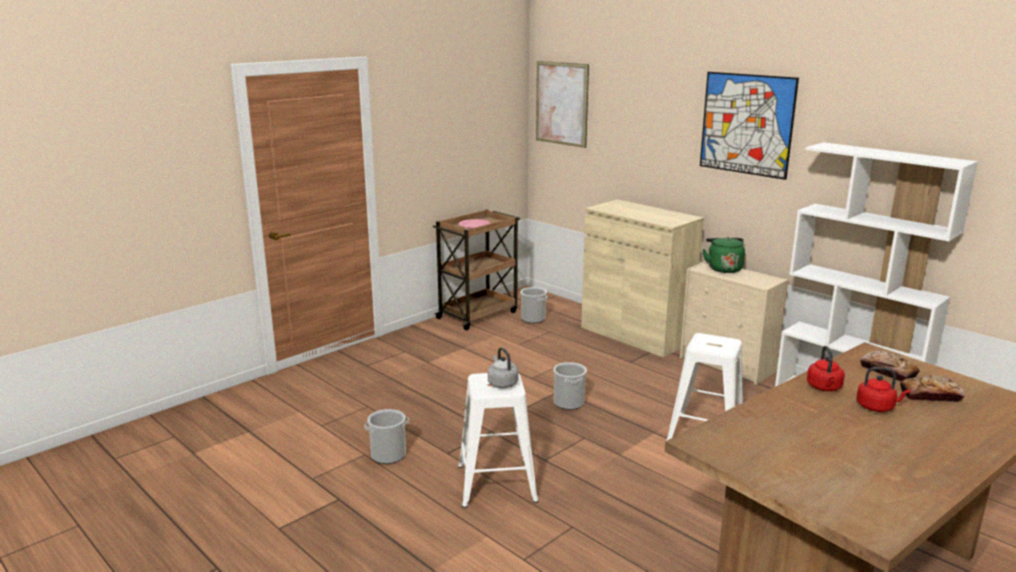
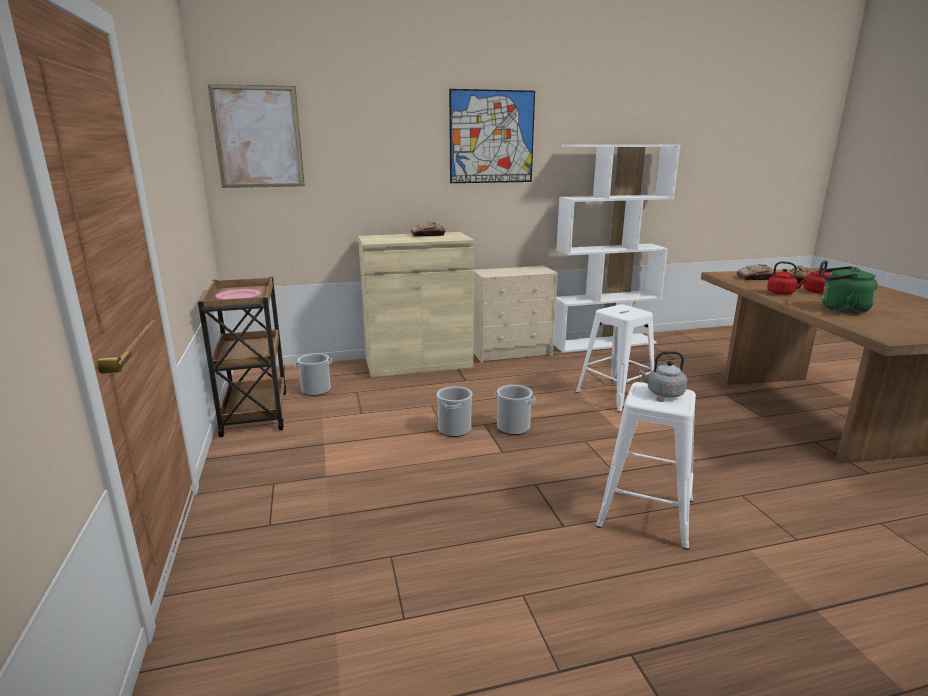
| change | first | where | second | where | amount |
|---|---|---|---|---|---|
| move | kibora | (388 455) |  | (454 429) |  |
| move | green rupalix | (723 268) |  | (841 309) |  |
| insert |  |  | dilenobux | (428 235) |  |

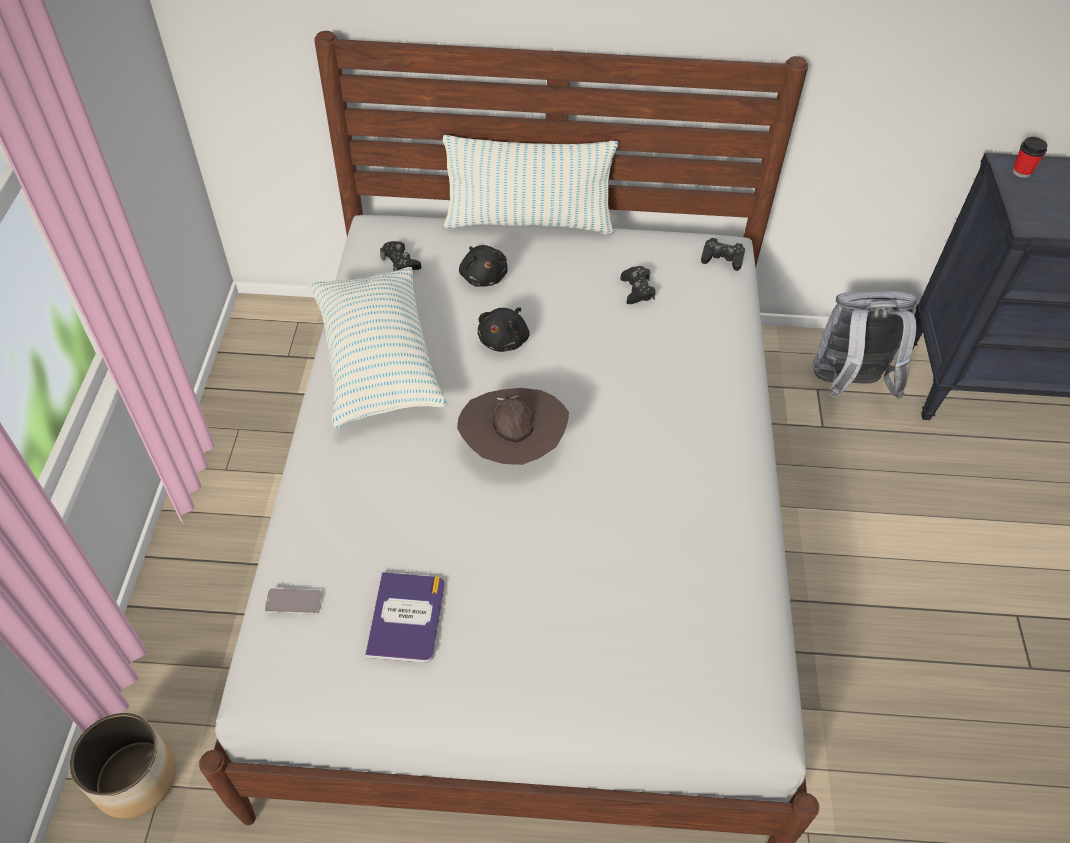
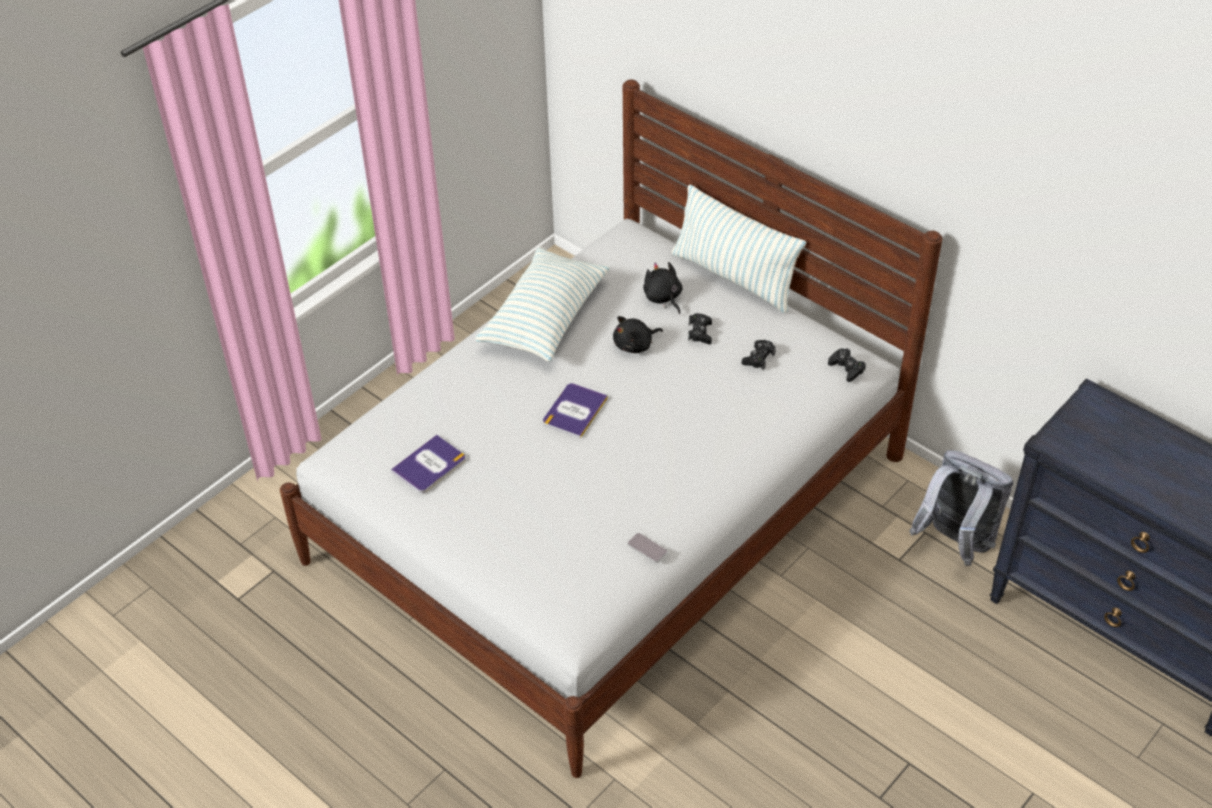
| change | first | where | second | where | amount |
|---|---|---|---|---|---|
| delete | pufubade | (135 777) |  |  |  |
| move | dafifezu | (294 602) |  | (647 548) |  |
| move | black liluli | (400 262) |  | (700 332) |  |
| replace | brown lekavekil | (512 448) | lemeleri | (574 411) |  |
| rotate | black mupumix | (483 276) |  | (663 298) | 135 degrees clockwise |
| delete | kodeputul | (1021 172) |  |  |  |

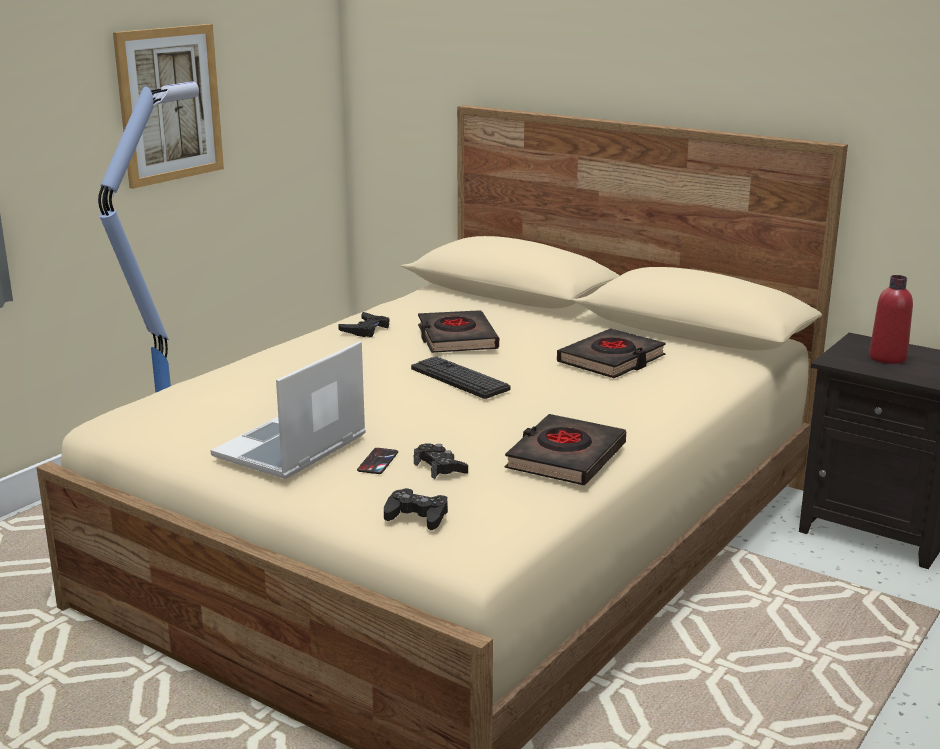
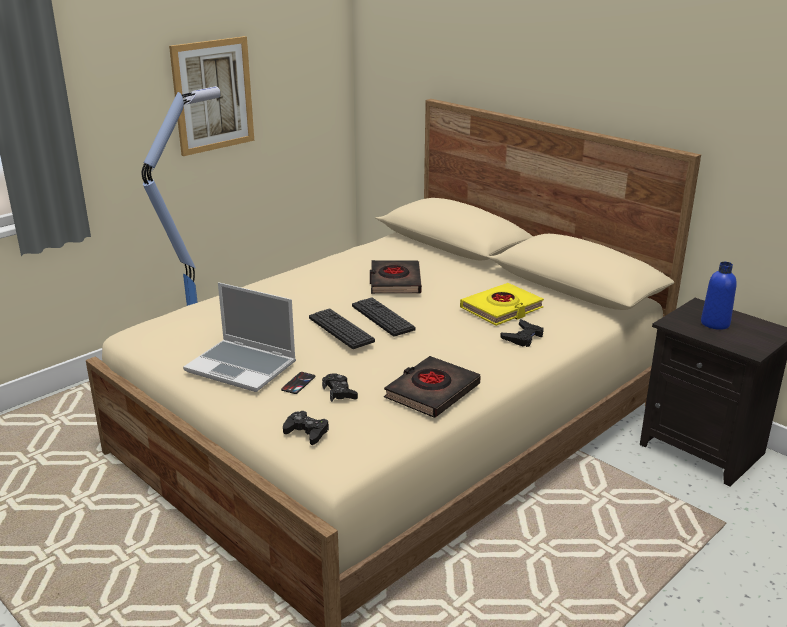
| change | first | where | second | where | amount |
|---|---|---|---|---|---|
| rotate | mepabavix | (291 448) |  | (243 367) | 105 degrees counterclockwise |
| move | black liluli | (366 330) |  | (523 337) |  |
| recolor | black lemeleri | (611 360) | yellow lemeleri | (501 309) |  |
| recolor | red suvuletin | (887 358) | blue suvuletin | (715 323) |  |
| insert |  |  | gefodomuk | (341 329) |  |

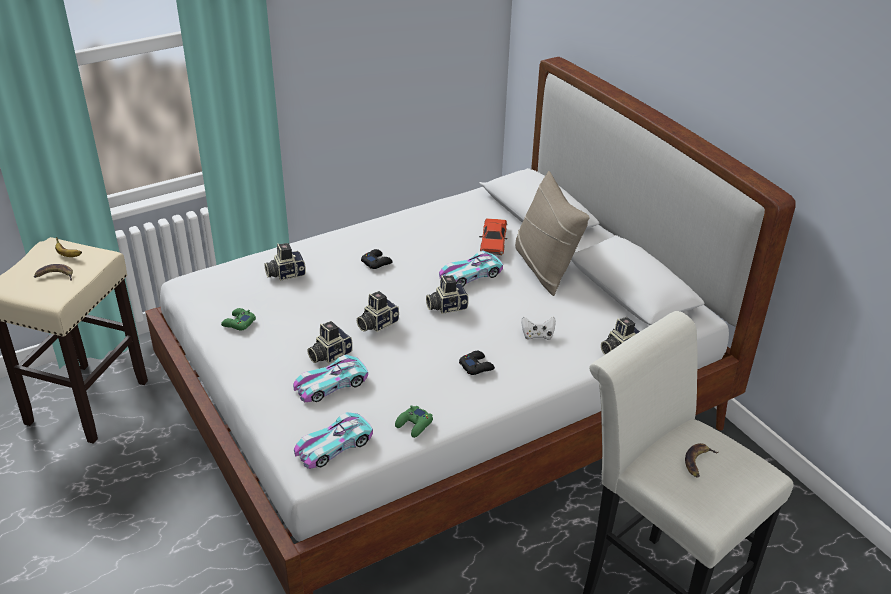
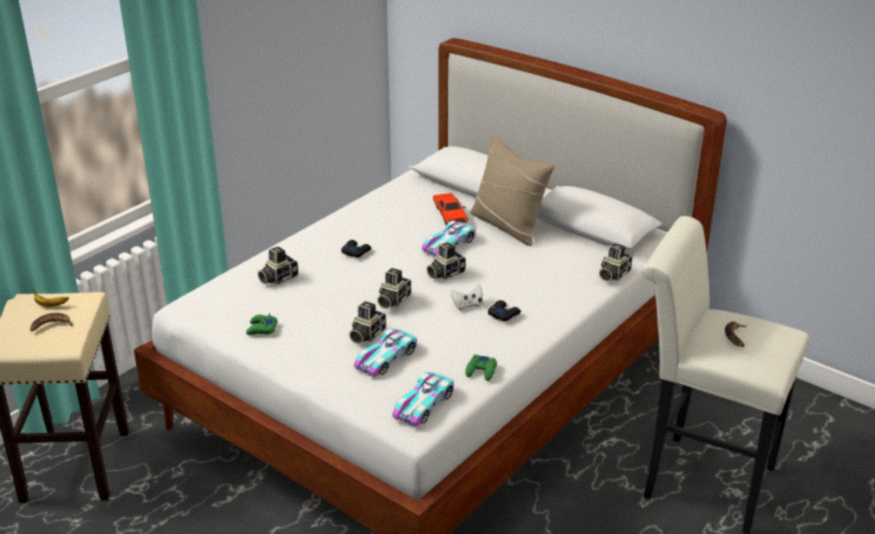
| change | first | where | second | where | amount |
|---|---|---|---|---|---|
| move | white liluli | (537 335) |  | (467 305) |  |

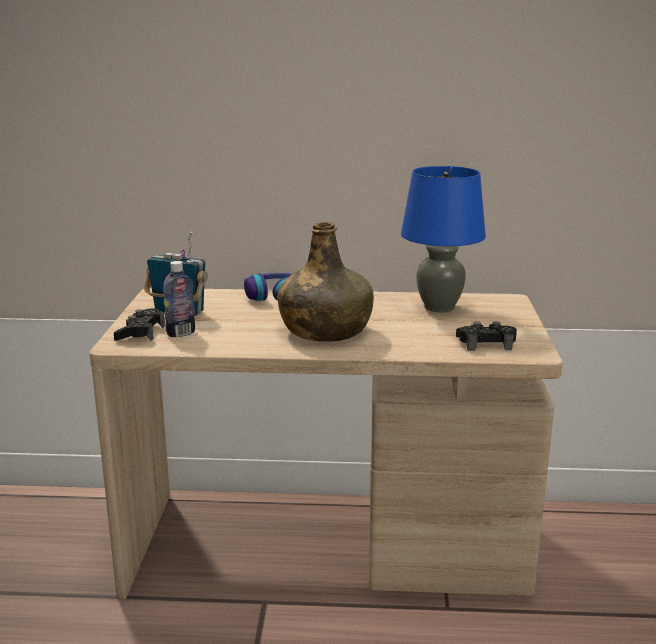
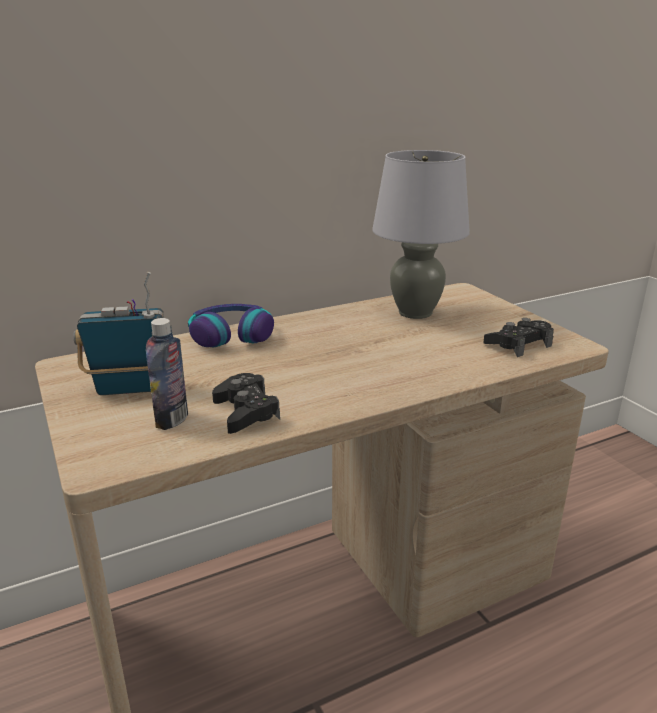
| change | first | where | second | where | amount |
|---|---|---|---|---|---|
| move | black liluli | (140 333) |  | (246 412) |  |
| delete | green suvuletin | (325 331) |  |  |  |
| recolor | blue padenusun | (438 307) | grey padenusun | (415 313) |  |

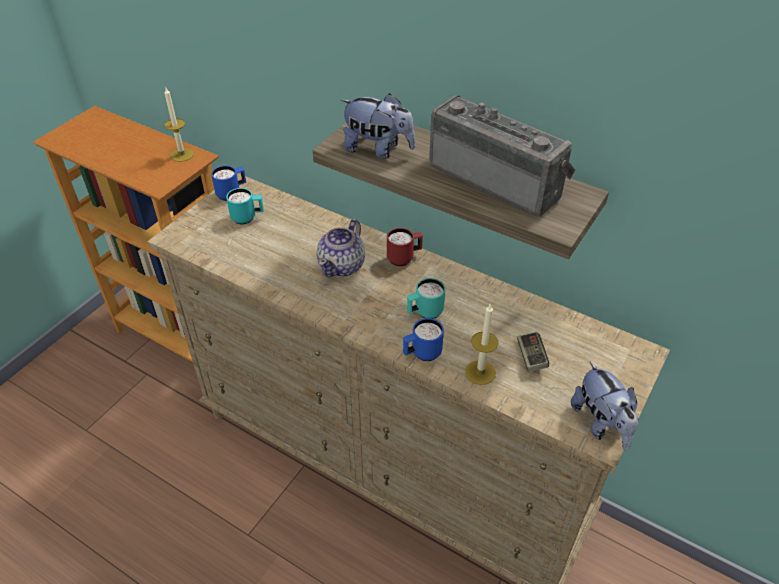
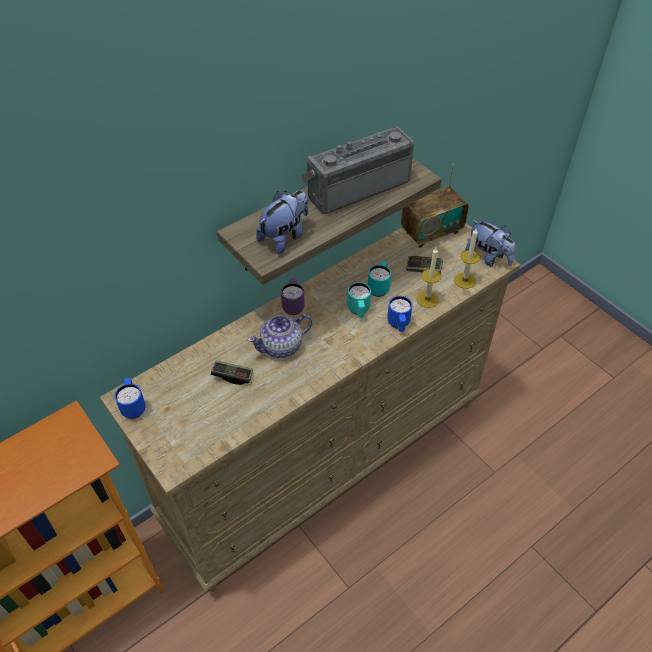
| change | first | where | second | where | amount |
|---|---|---|---|---|---|
| move | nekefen | (182 155) |  | (465 280) |  |
| move | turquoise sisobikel | (247 218) |  | (379 287) |  |
| rotate | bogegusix | (342 265) |  | (282 346) | 105 degrees clockwise |
| recolor | red sisobikel | (404 258) | purple sisobikel | (293 305) |  |
| rotate | mupumix | (601 423) |  | (488 257) | 45 degrees clockwise |
| insert |  |  | liluli | (232 376) |  |
| insert |  |  | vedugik | (431 232) |  |

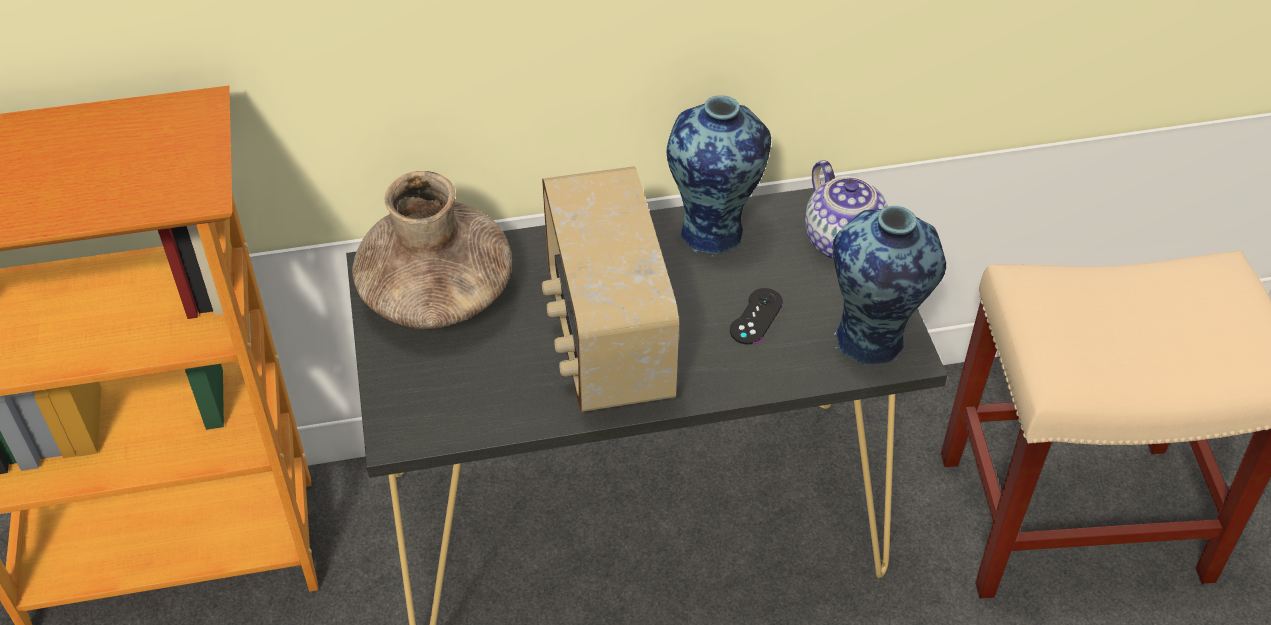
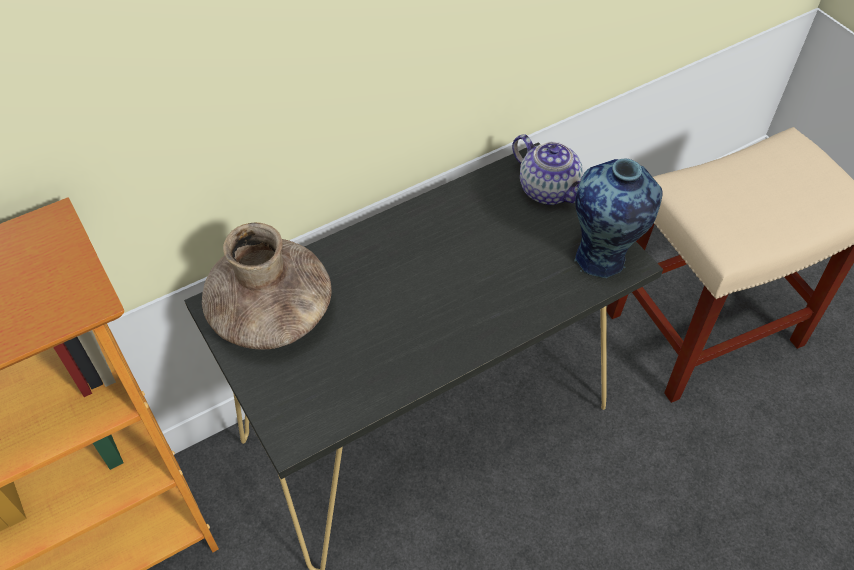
| change | first | where | second | where | amount |
|---|---|---|---|---|---|
| delete | vedugik | (606 340) |  |  |  |
| delete | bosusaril | (714 230) |  |  |  |
| delete | black liluli | (756 316) |  |  |  |

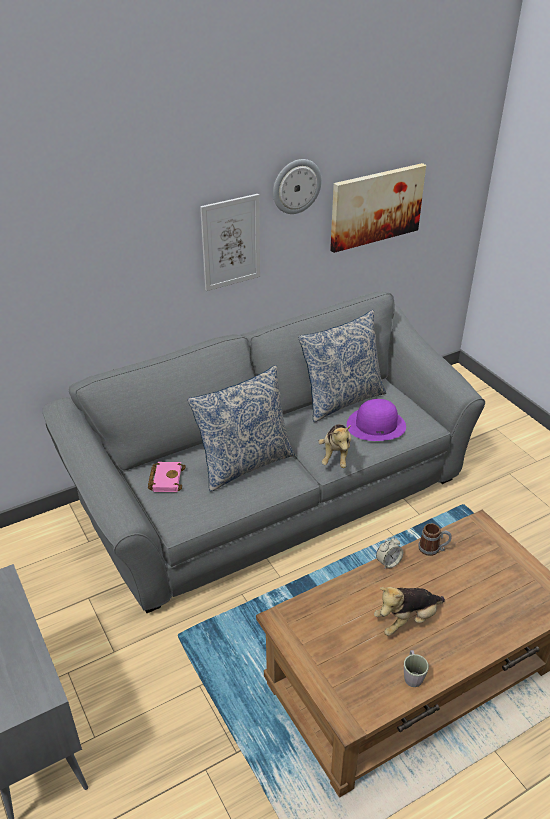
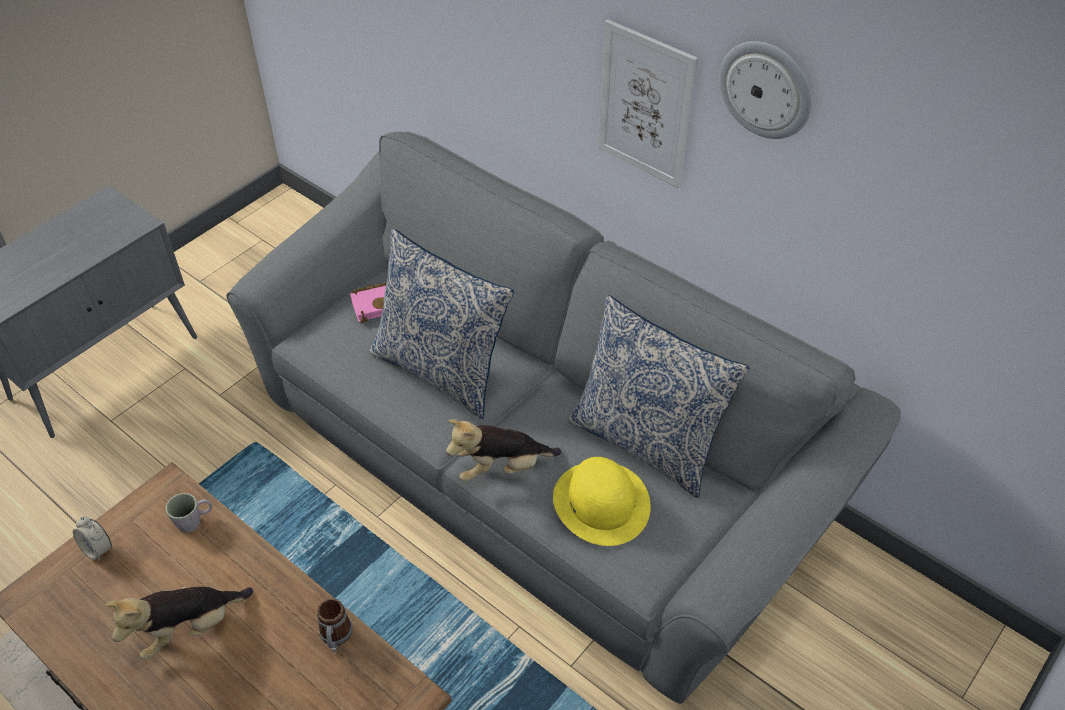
| change | first | where | second | where | amount |
|---|---|---|---|---|---|
| delete | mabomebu | (376 206) |  |  |  |
| recolor | purple lekavekil | (376 425) | yellow lekavekil | (601 502) |  |
| rotate | mupumix | (406 620) |  | (189 629) | 75 degrees counterclockwise |
| move | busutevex | (388 563) |  | (98 549) |  |
| move | grey sisobikel | (412 675) |  | (194 521) |  |

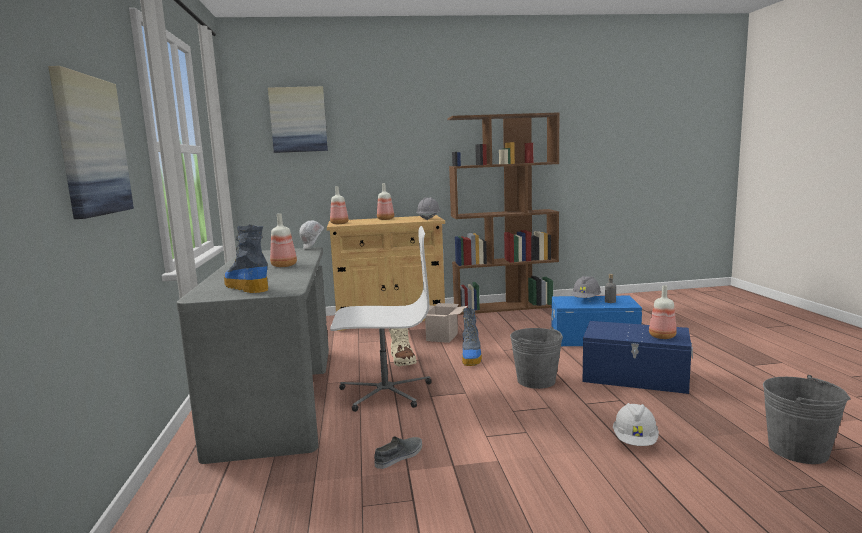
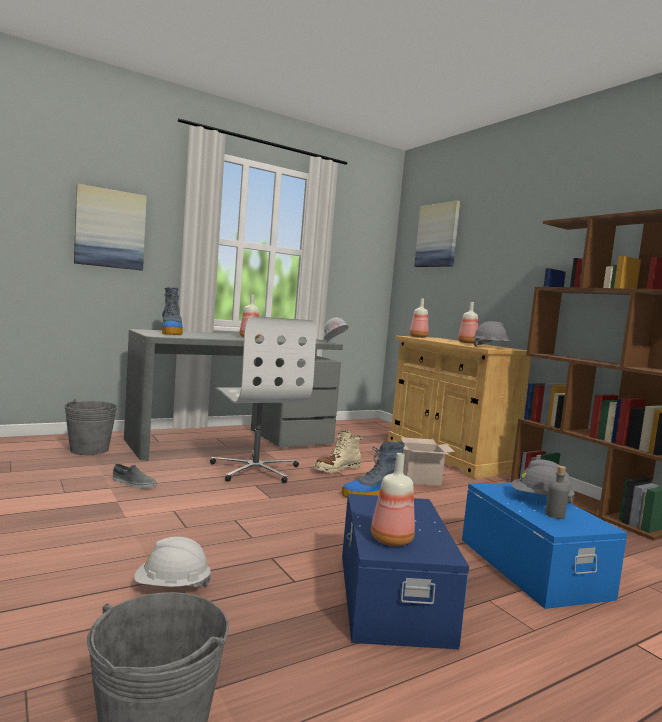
| change | first | where | second | where | amount |
|---|---|---|---|---|---|
| rotate | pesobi | (245 287) |  | (171 333) | 135 degrees clockwise |
| move | grey kibora | (536 381) |  | (89 450) |  |

